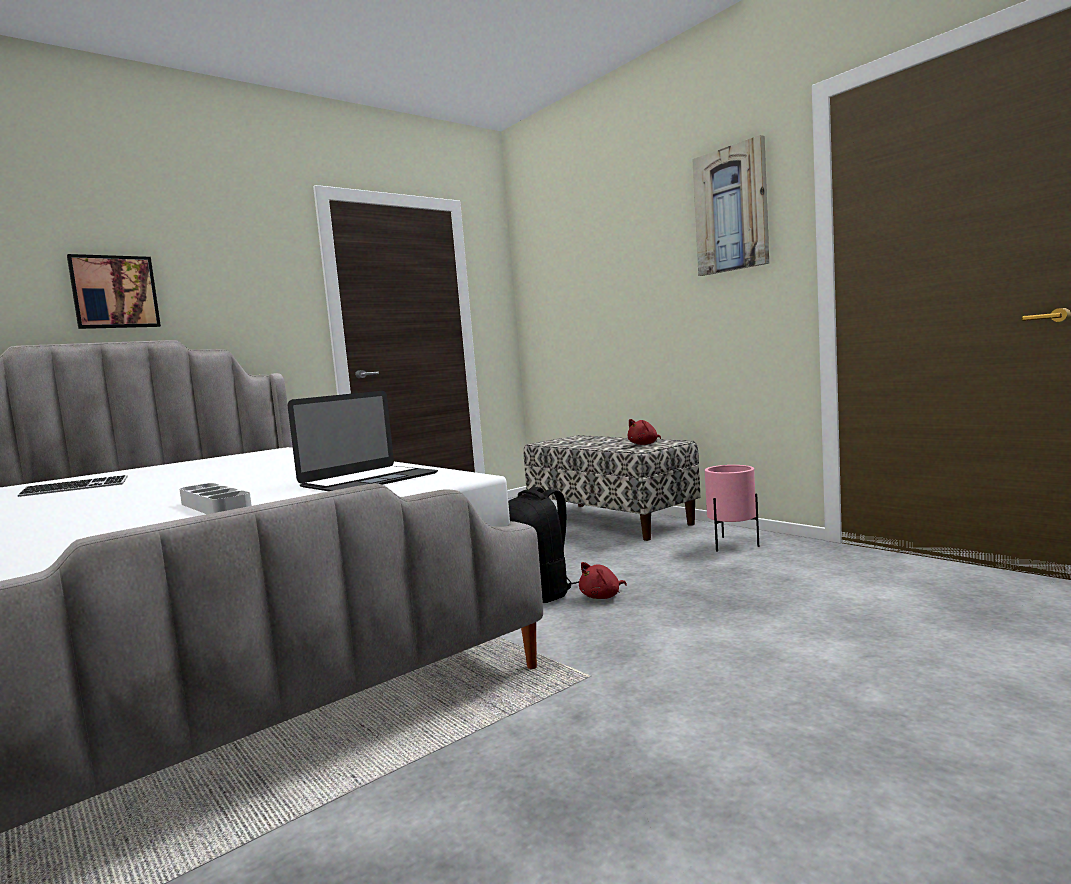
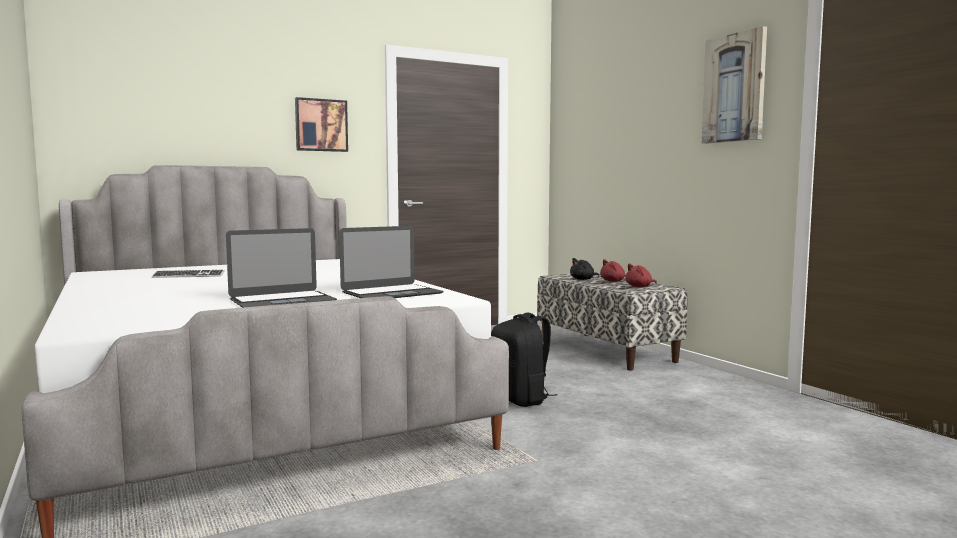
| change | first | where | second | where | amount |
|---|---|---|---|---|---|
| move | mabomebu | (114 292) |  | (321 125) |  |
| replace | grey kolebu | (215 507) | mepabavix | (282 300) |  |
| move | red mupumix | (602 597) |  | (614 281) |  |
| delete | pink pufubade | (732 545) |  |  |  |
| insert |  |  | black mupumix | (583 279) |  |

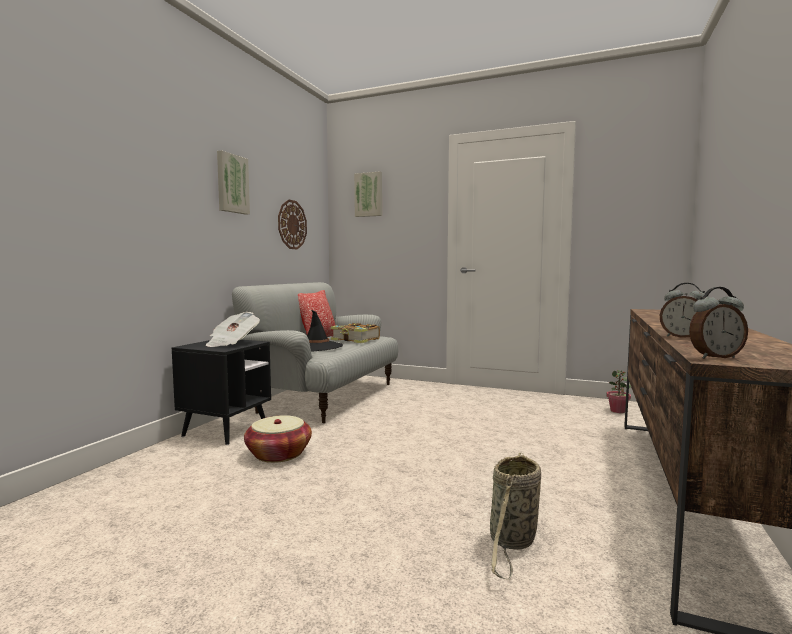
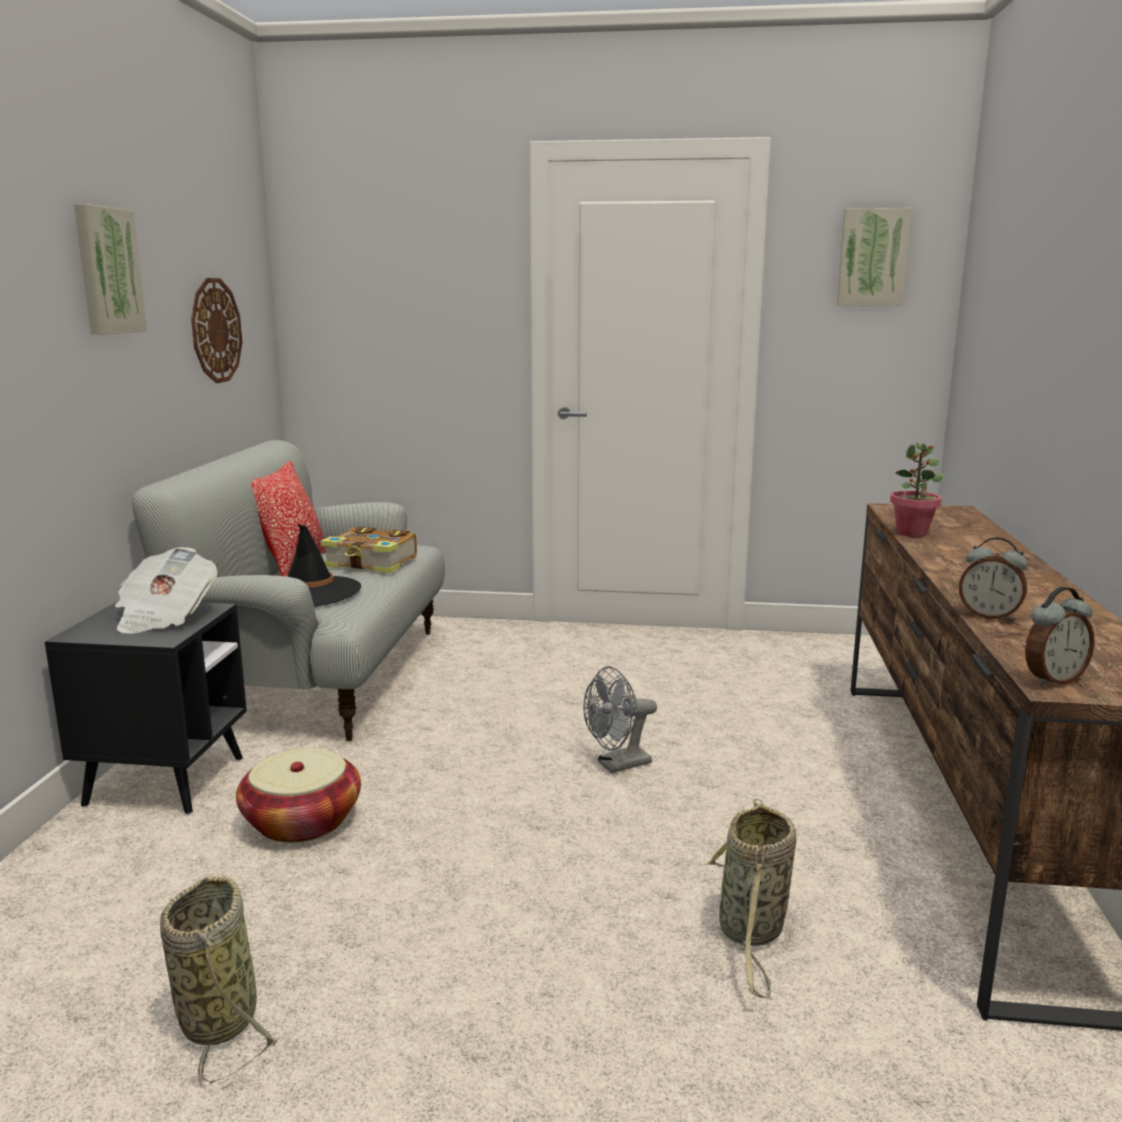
| change | first | where | second | where | amount |
|---|---|---|---|---|---|
| move | mabomebu | (369 194) |  | (872 257) |  |
| move | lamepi | (618 411) |  | (912 533) |  |
| insert |  |  | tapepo | (219 1015) |  |
| insert |  |  | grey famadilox | (617 765) |  |

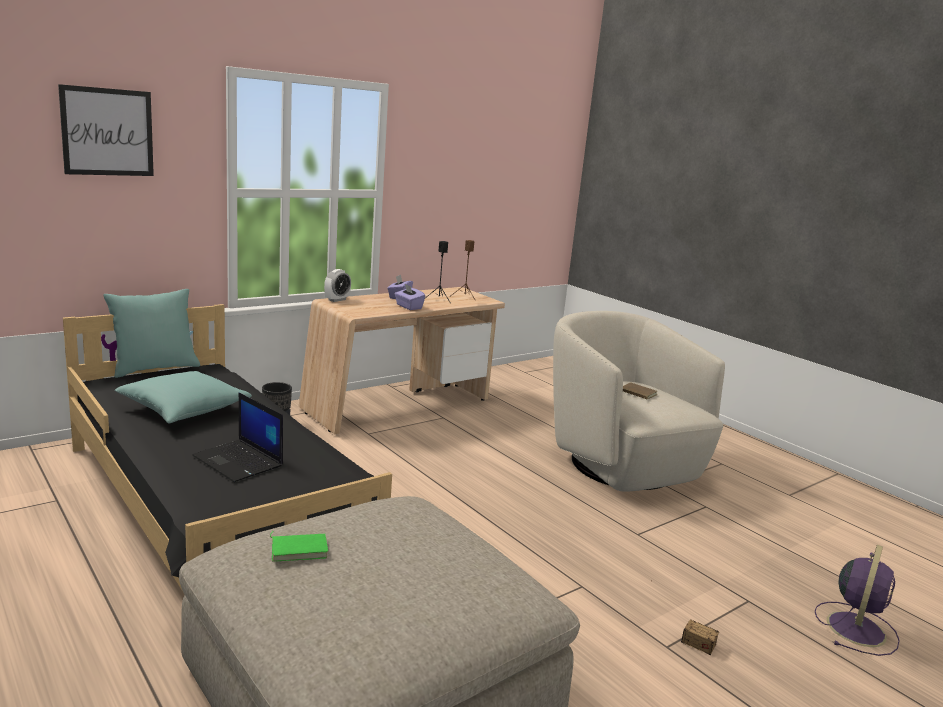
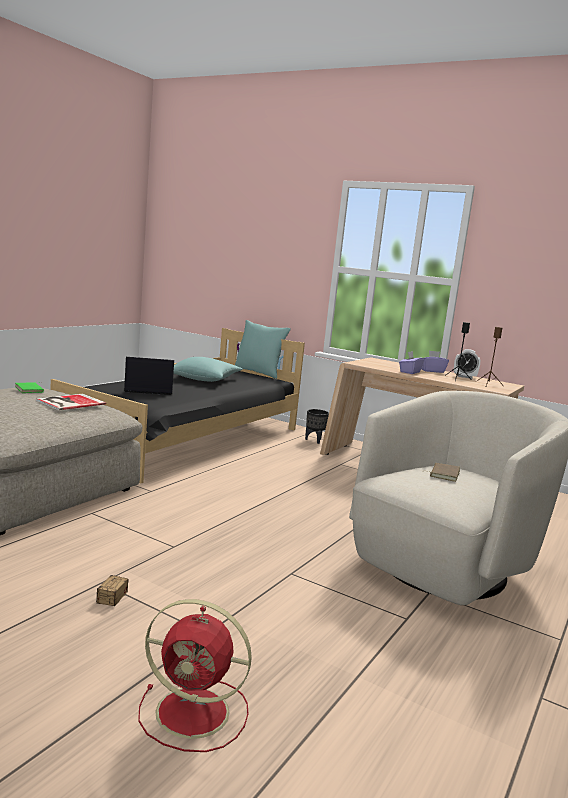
| change | first | where | second | where | amount |
|---|---|---|---|---|---|
| delete | mabomebu | (107 132) |  |  |  |
| rotate | mepabavix | (239 461) |  | (148 390) | 60 degrees clockwise |
| move | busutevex | (337 300) |  | (464 377) |  |
| recolor | purple famadilox | (856 627) | red famadilox | (196 713) |  |
| insert |  |  | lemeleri | (69 402) |  |

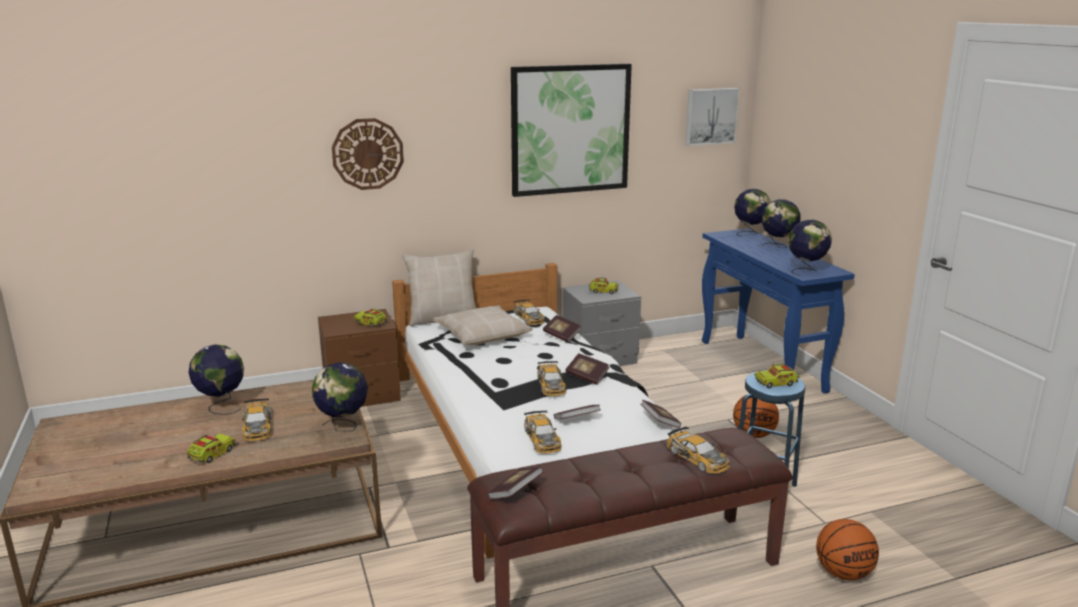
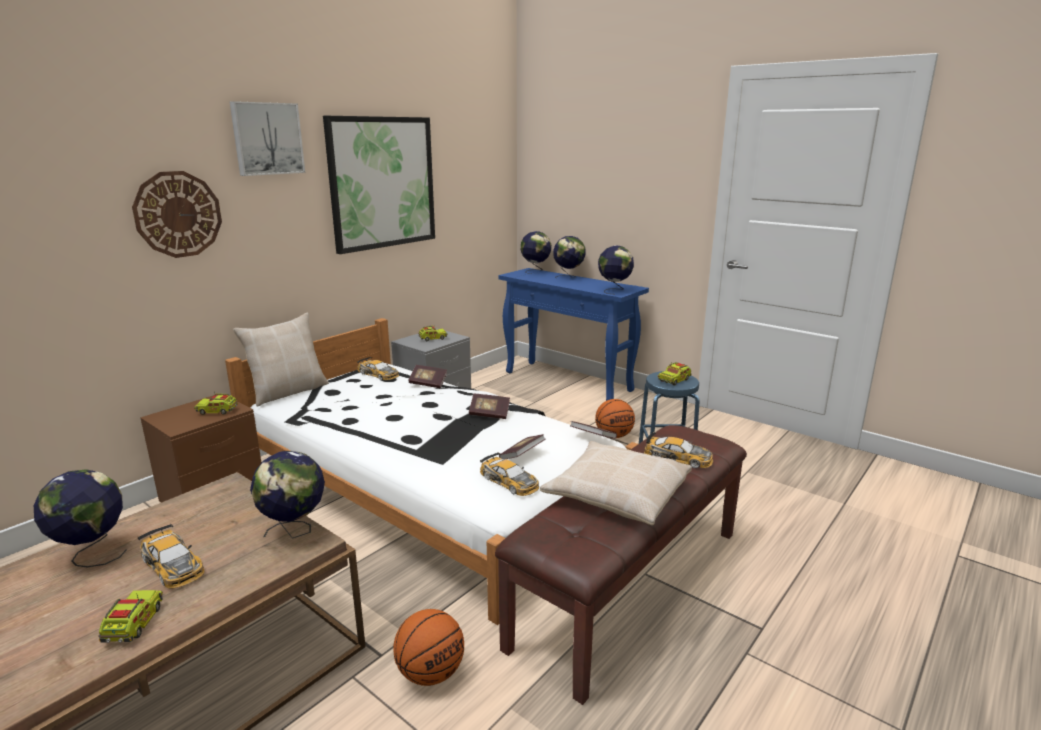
| change | first | where | second | where | amount |
|---|---|---|---|---|---|
| move | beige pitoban | (482 335) |  | (617 494) |  |
| delete | lemeleri | (515 492) |  |  |  |
| delete | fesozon | (551 385) |  |  |  |
| move | mabomebu | (710 116) |  | (267 139) |  |
| move | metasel | (843 573) |  | (430 673) |  |

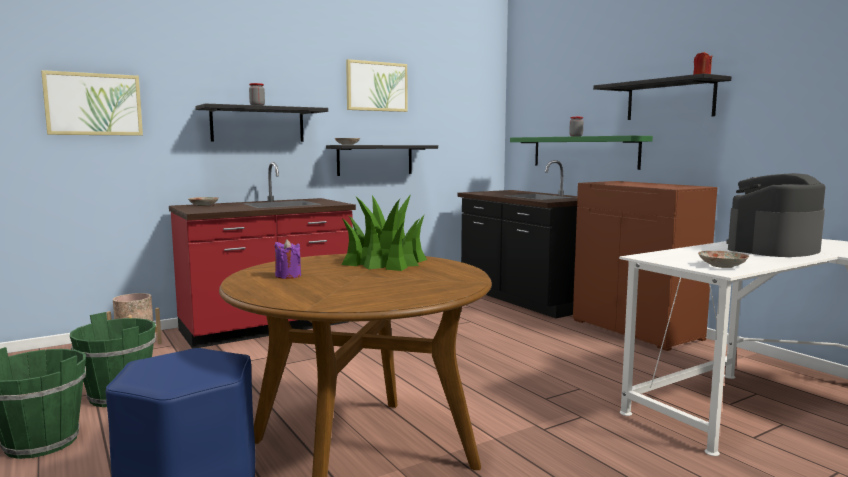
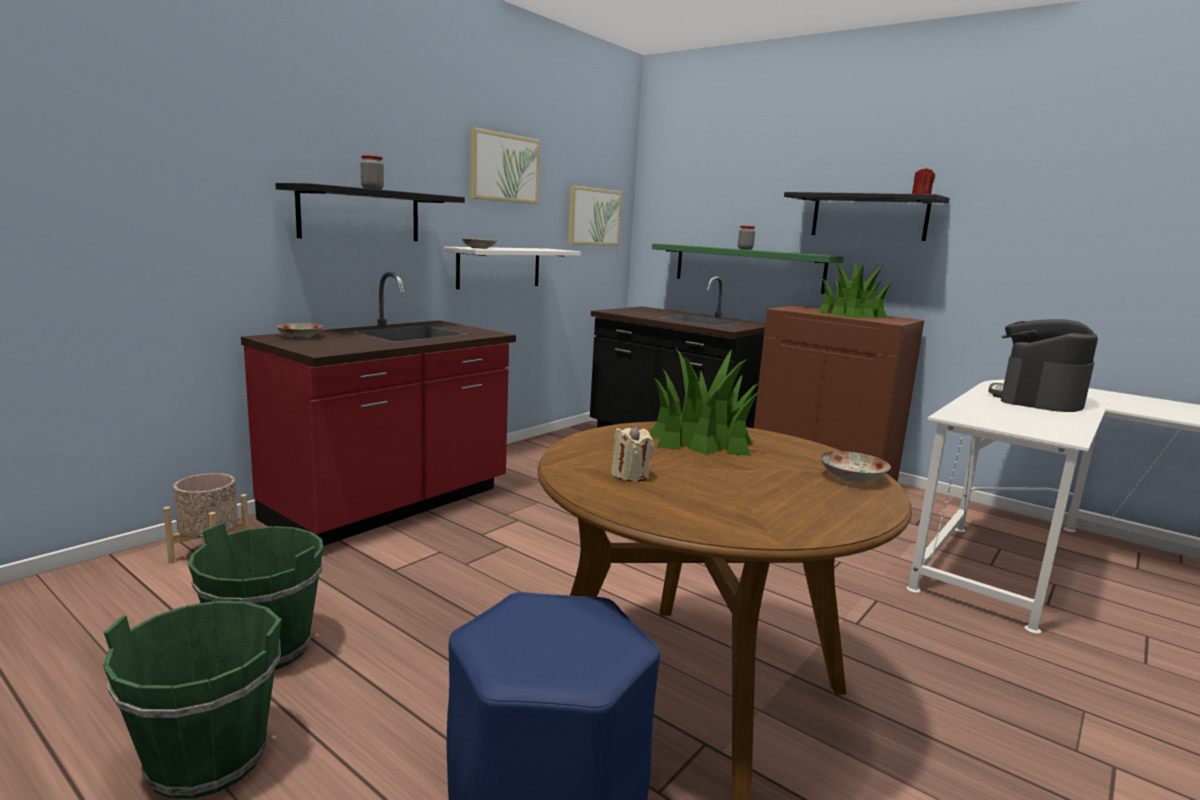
| change | first | where | second | where | amount |
|---|---|---|---|---|---|
| move | mabomebu | (94 104) |  | (593 217) |  |
| recolor | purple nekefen | (288 276) | beige nekefen | (630 475) |  |
| recolor | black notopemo | (375 160) | white notopemo | (499 267) |  |
| move | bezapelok | (722 265) |  | (852 477) |  |
| insert |  |  | lamepi | (852 314) |  |

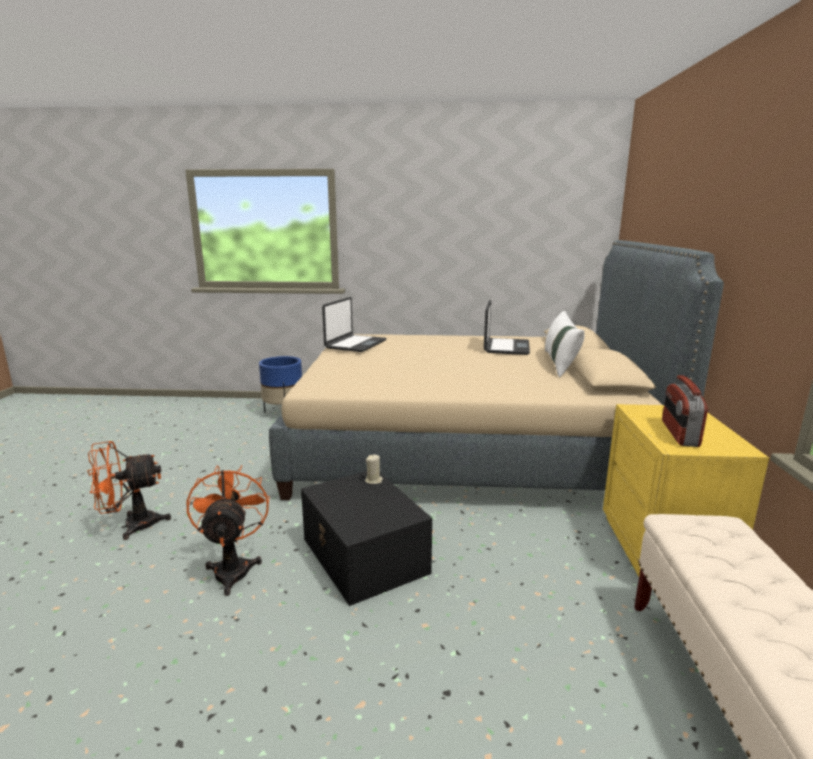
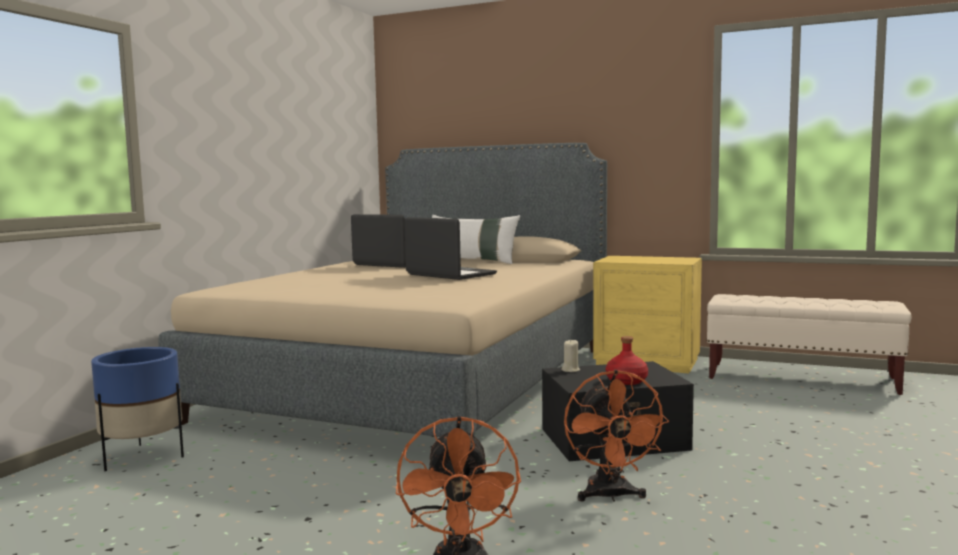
| change | first | where | second | where | amount |
|---|---|---|---|---|---|
| rotate | orange famadilox | (233 567) |  | (610 496) | 105 degrees counterclockwise |
| move | mepabavix | (355 344) |  | (450 275) |  |
| delete | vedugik | (679 434) |  |  |  |
| insert |  |  | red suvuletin | (627 381) |  |

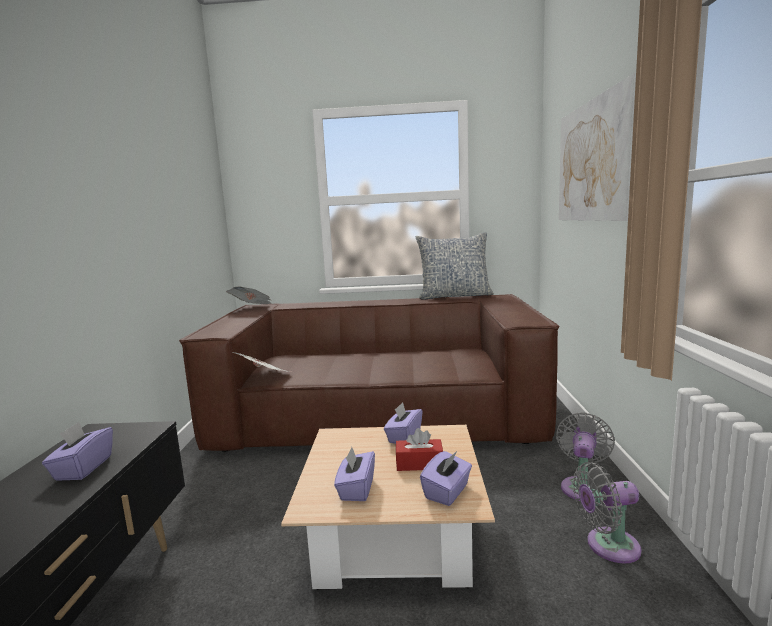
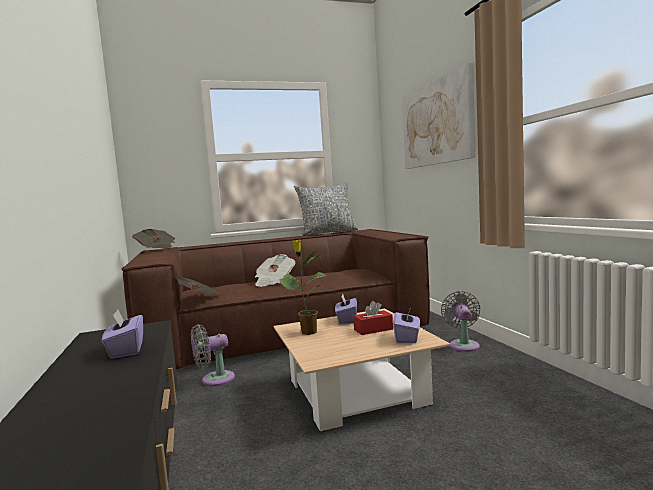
| change | first | where | second | where | amount |
|---|---|---|---|---|---|
| delete | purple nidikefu | (356 489) |  |  |  |
| move | grey famadilox | (607 546) |  | (214 380) |  |
| insert |  |  | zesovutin | (274 282) |  |
| insert |  |  | lamepi | (307 332) |  |

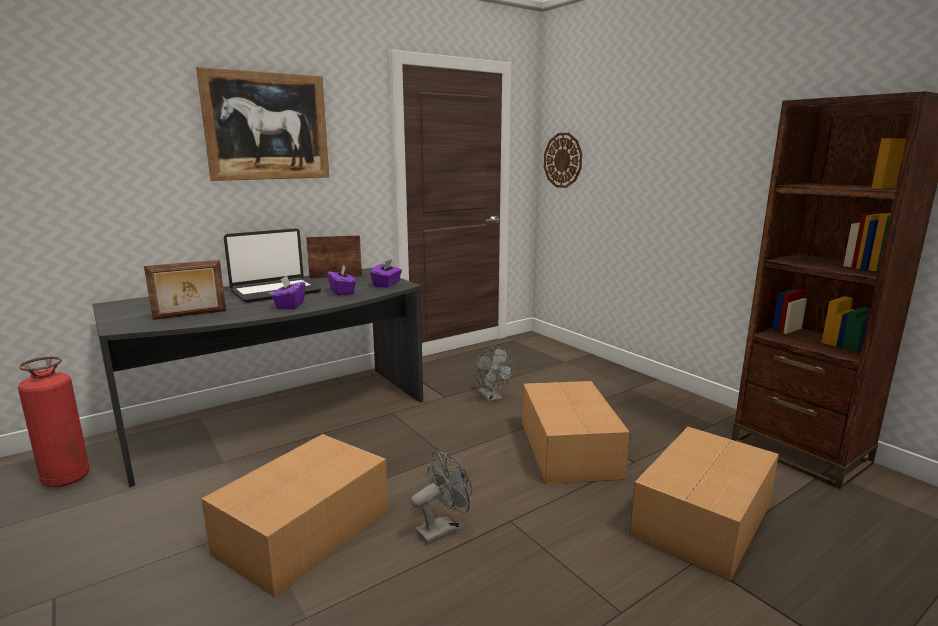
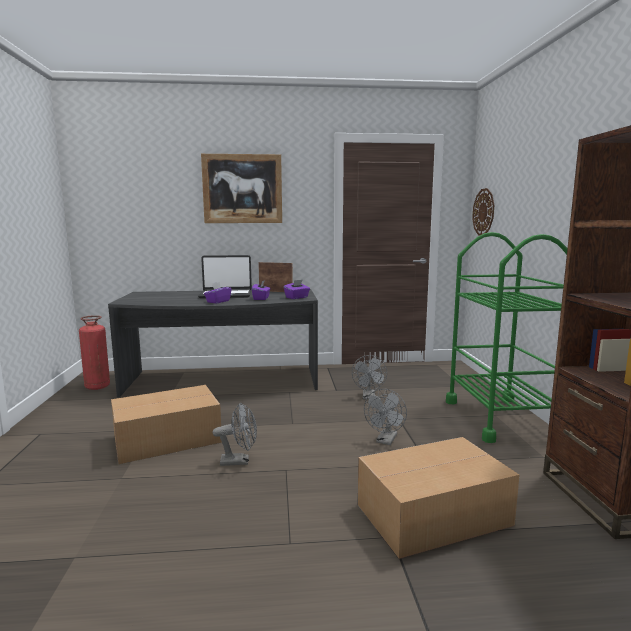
| change | first | where | second | where | amount |
|---|---|---|---|---|---|
| delete | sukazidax | (190 315) |  |  |  |
| replace | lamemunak | (569 448) | grey famadilox | (385 441) |  |
| insert |  |  | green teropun | (499 418) |  |

